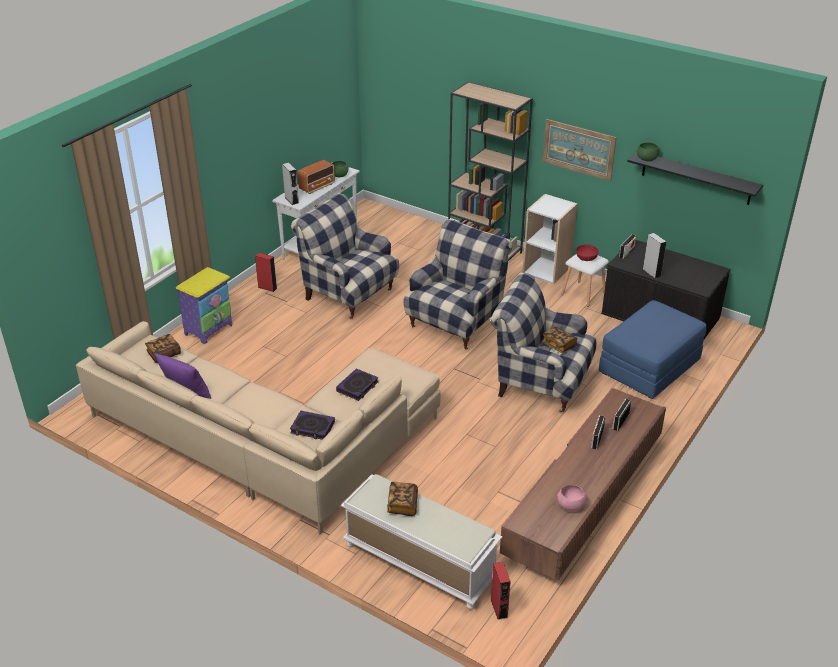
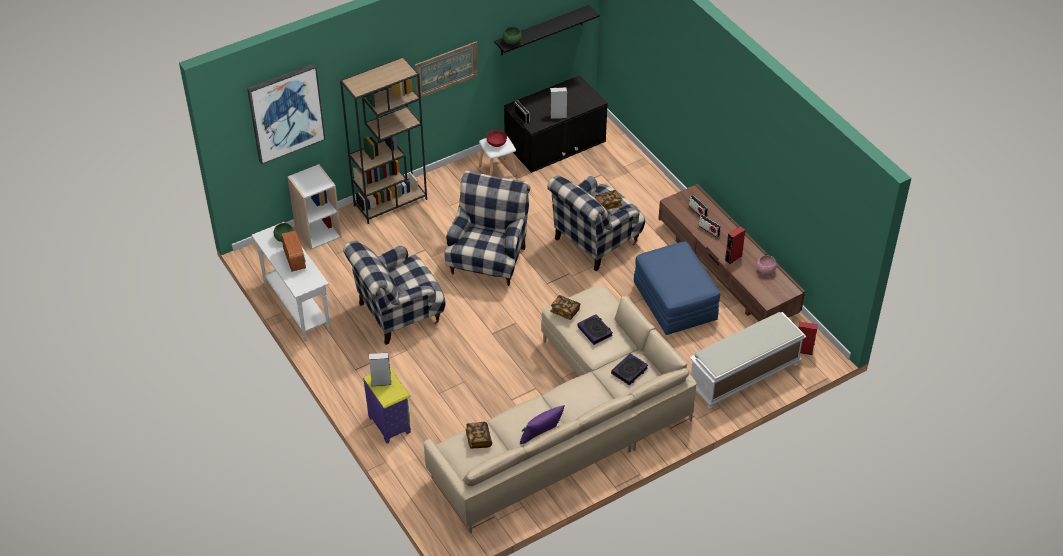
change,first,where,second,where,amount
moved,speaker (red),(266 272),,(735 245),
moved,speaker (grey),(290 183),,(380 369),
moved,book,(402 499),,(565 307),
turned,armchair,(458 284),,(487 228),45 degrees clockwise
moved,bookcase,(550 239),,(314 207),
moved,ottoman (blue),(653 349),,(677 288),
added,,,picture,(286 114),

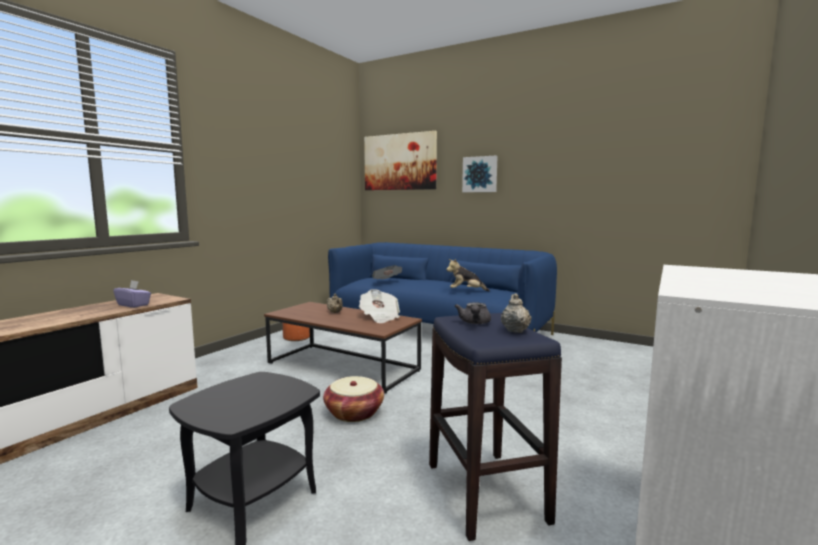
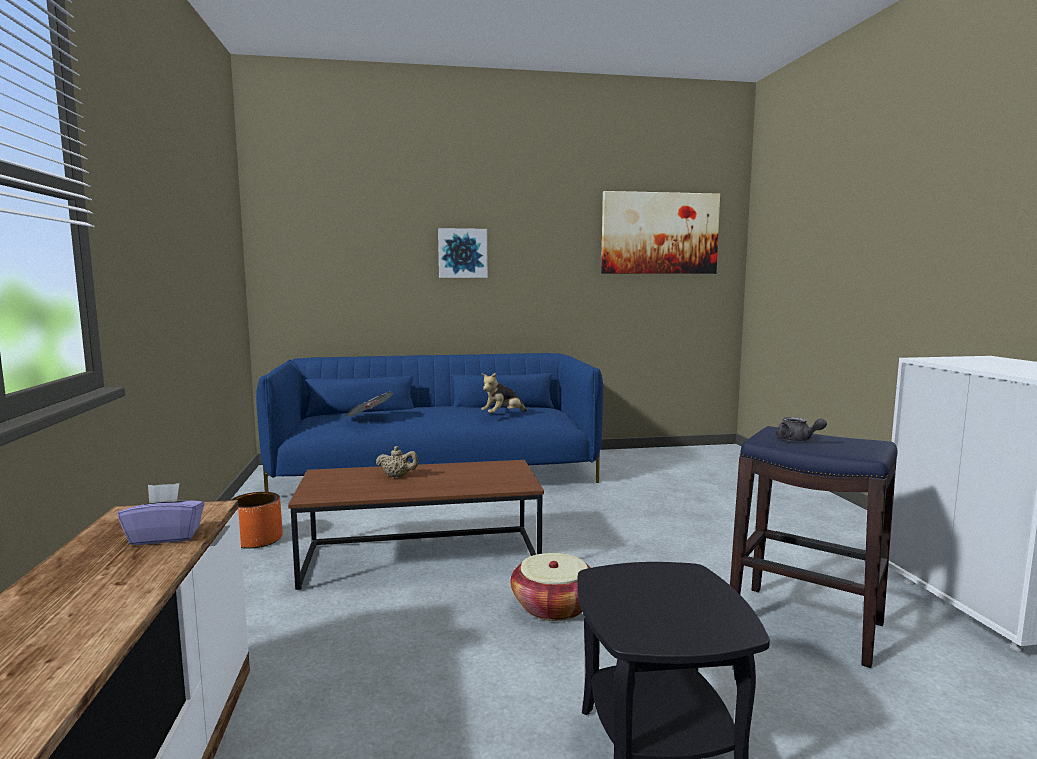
change,first,where,second,where,amount
removed,newspaper,(379 306),,,
moved,picture,(400 160),,(660 232),
removed,teapot (beige),(516 313),,,

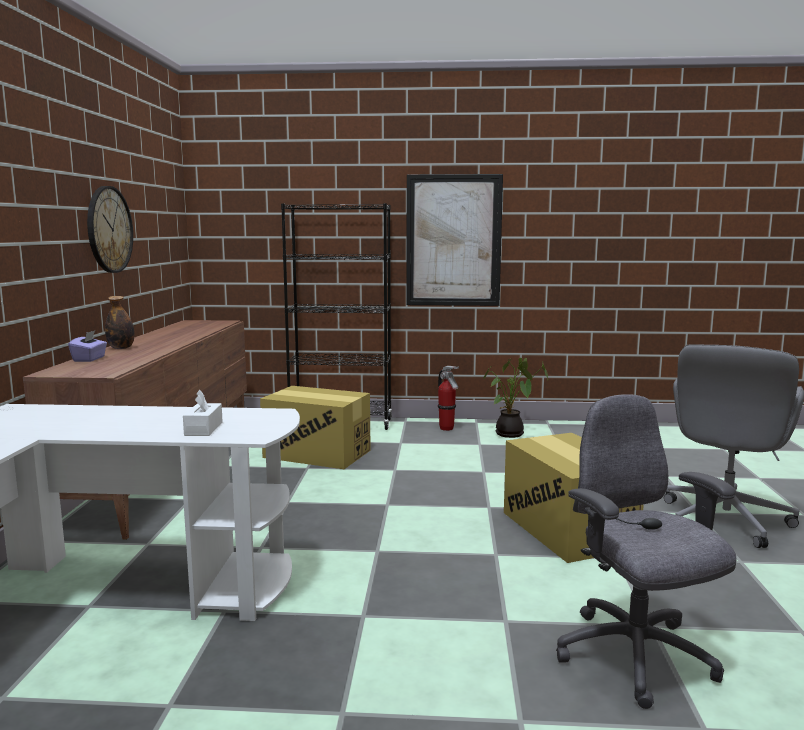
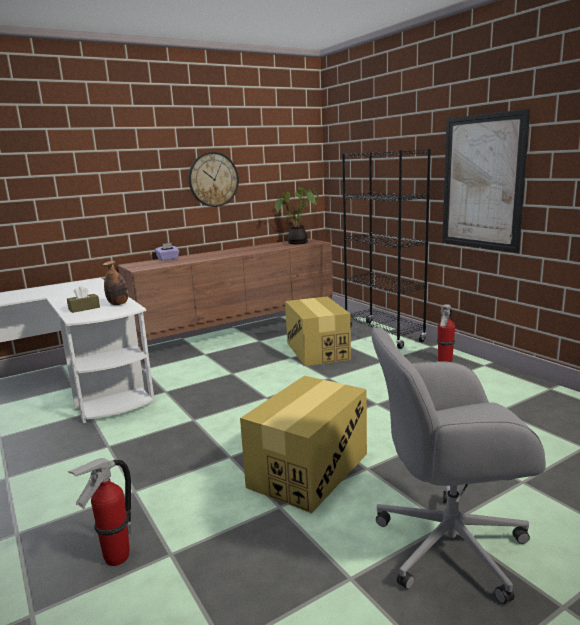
change,first,where,second,where,amount
moved,bottle,(119 322),,(115 283),
recoloured,tissue box (white),(203 413),tissue box (brown),(83 299),
moved,potted plant,(516 398),,(296 215),
replaced,office chair (grey),(646 551),fire extinguisher,(99 512),

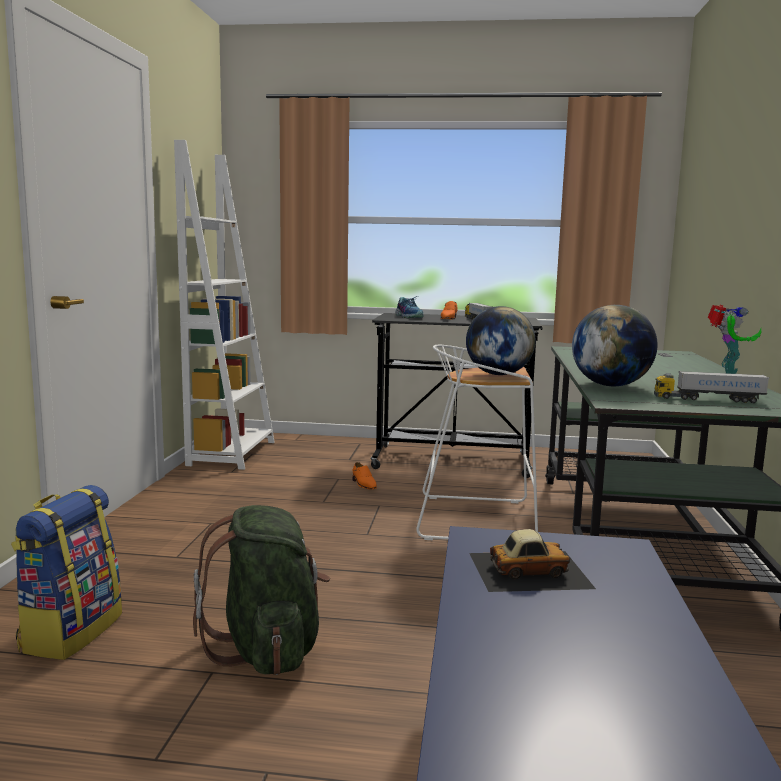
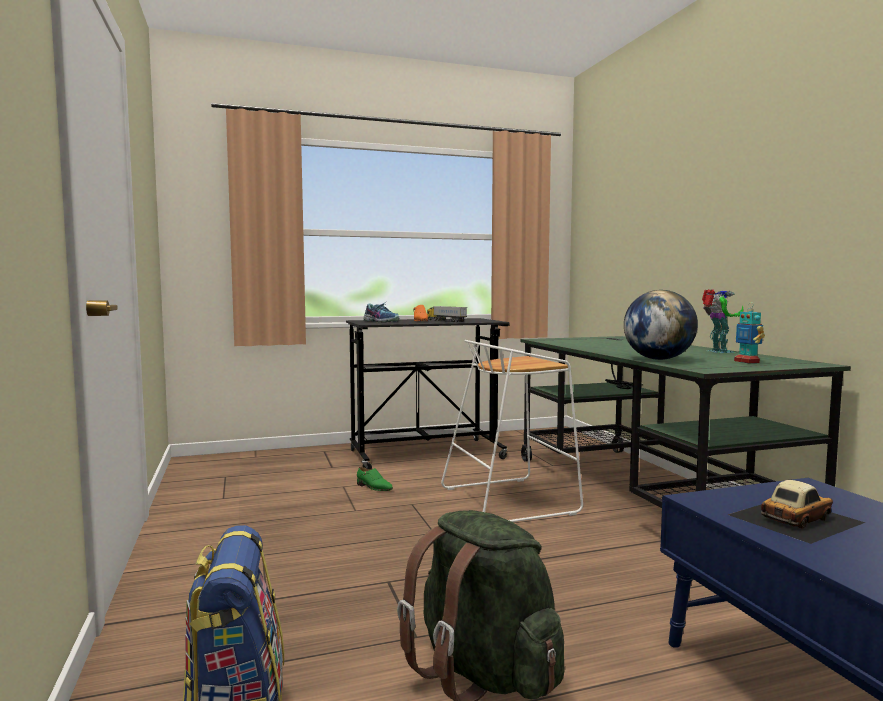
change,first,where,second,where,amount
removed,bookcase (white),(224 305),,,
recoloured,shoe (orange),(364 475),shoe (green),(375 479),
removed,globe,(500 340),,,
replaced,toy truck,(711 387),toy robot,(749 333),

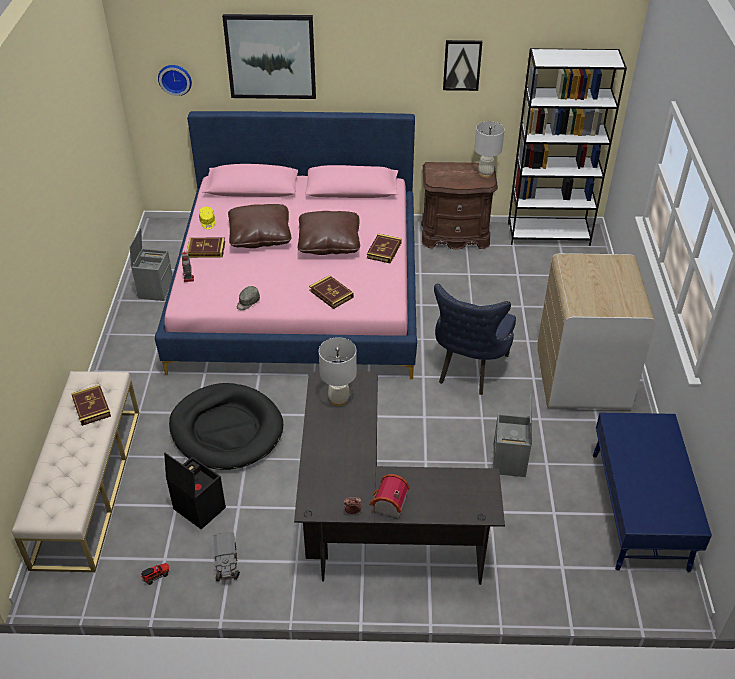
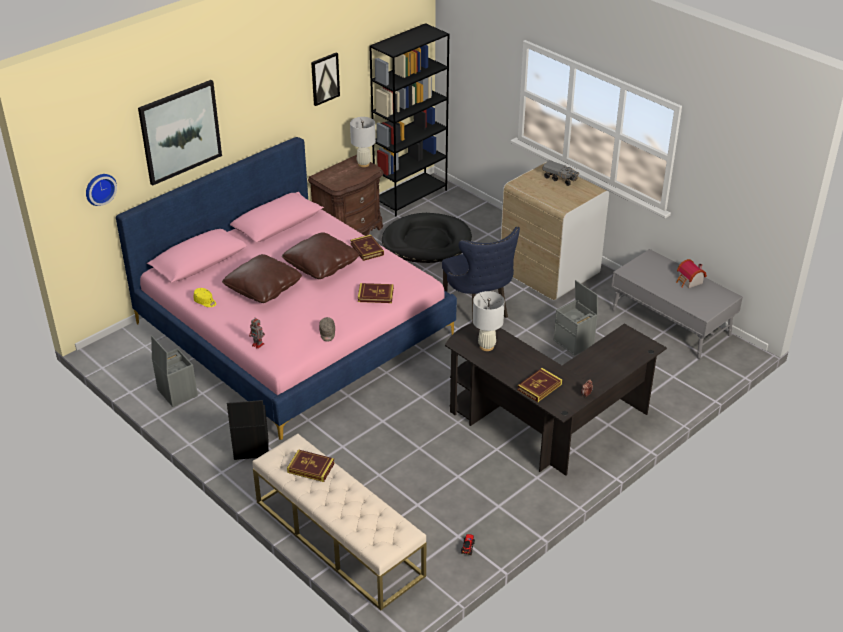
change,first,where,second,where,amount
moved,storage box (black),(195 491),,(248 430),
moved,dog bed (black),(226 426),,(427 238),
moved,book,(206 247),,(539 385),
moved,toy truck,(226 557),,(561 173),
moved,toy house,(389 496),,(691 273),
recoloured,bookcase (white),(567 147),bookcase (black),(409 119),
recoloured,coffee table (blue),(652 492),coffee table (grey),(677 304),

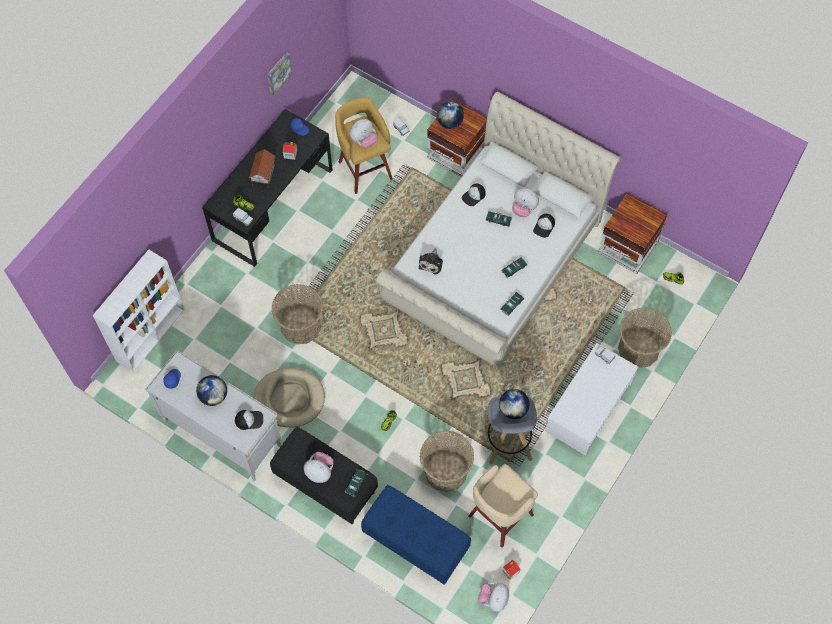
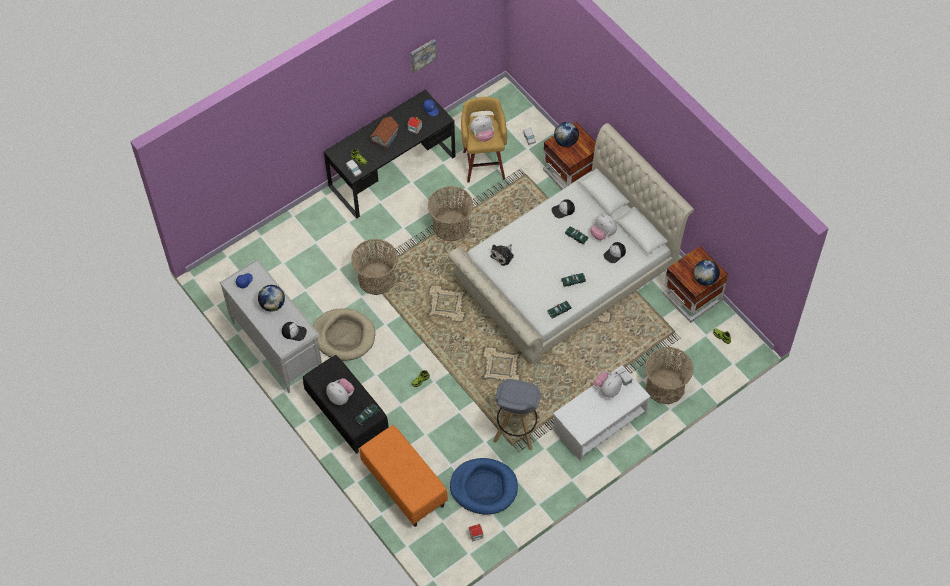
change,first,where,second,where,amount
removed,bookcase (white),(139 311),,,
recoloured,bench (blue),(416 535),bench (orange),(404 476),
moved,basket,(447 461),,(450 213),
replaced,stool (beige),(503 505),dog bed (blue),(484 486),
moved,plush toy,(493 597),,(608 384),
moved,globe,(514 404),,(706 273),

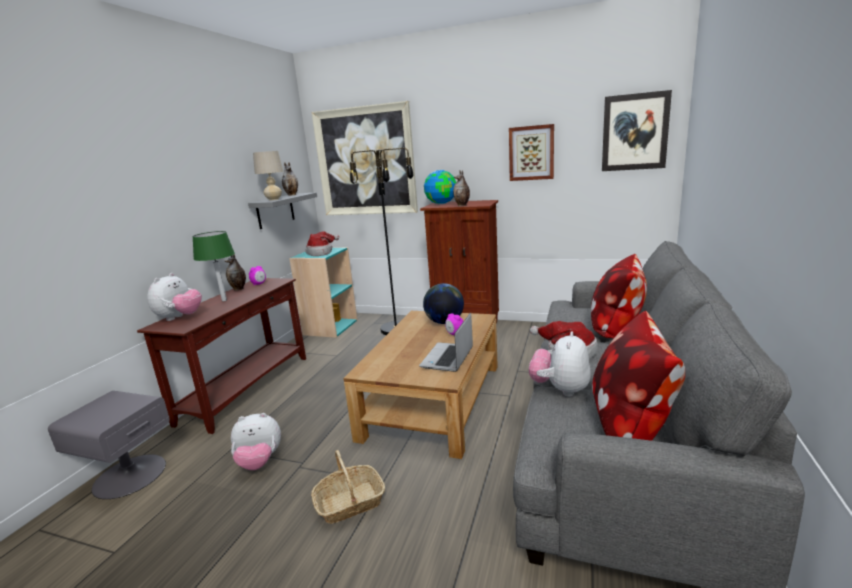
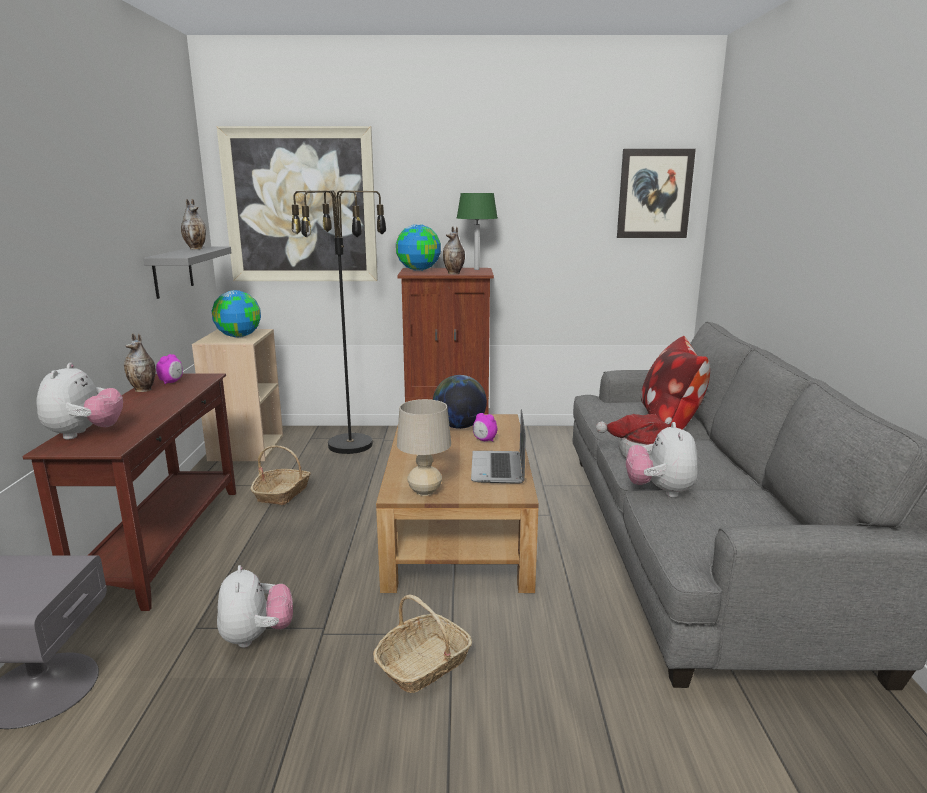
change,first,where,second,where,amount
moved,table lamp (green),(213 266),,(477 231),
turned,plush toy,(256 441),,(255 606),75 degrees counterclockwise
moved,table lamp (beige),(268 175),,(424 447),
recoloured,bookcase (turquoise),(323 292),bookcase (beige),(237 395),
replaced,hat,(322 243),globe,(236 314),
removed,picture,(531 152),,,
removed,pillow,(638 376),,,
added,,,basket,(281 475),

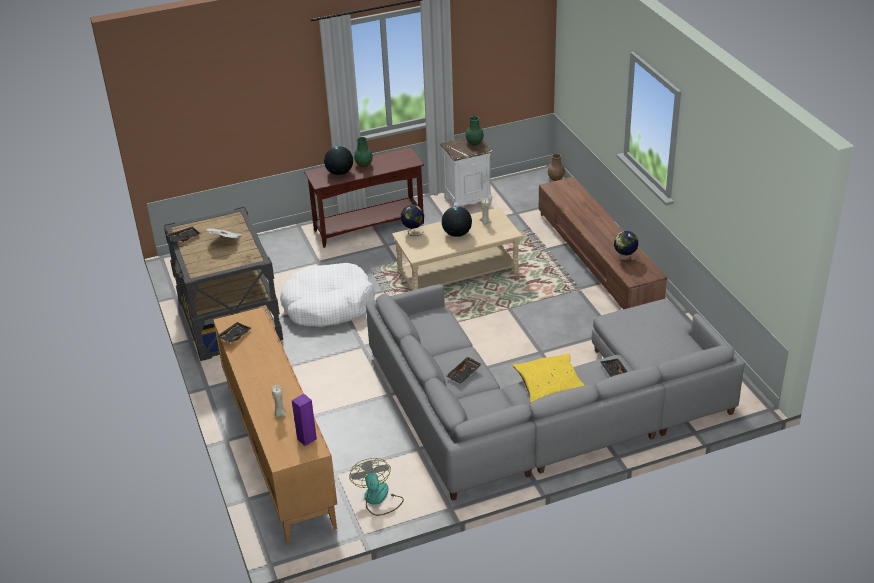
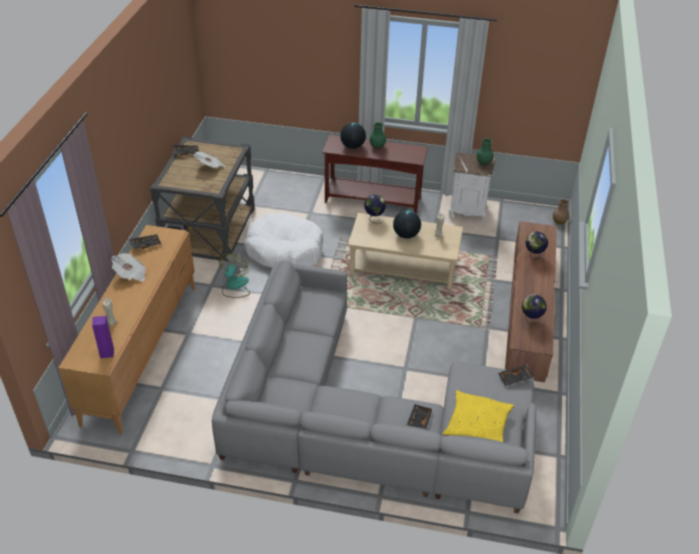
change,first,where,second,where,amount
moved,fan,(376 487),,(234 275),
moved,tray (black),(464 370),,(516 375),
moved,pillow (yellow),(548 378),,(478 416),
added,,,newspaper,(128 267),
added,,,globe,(536 245),

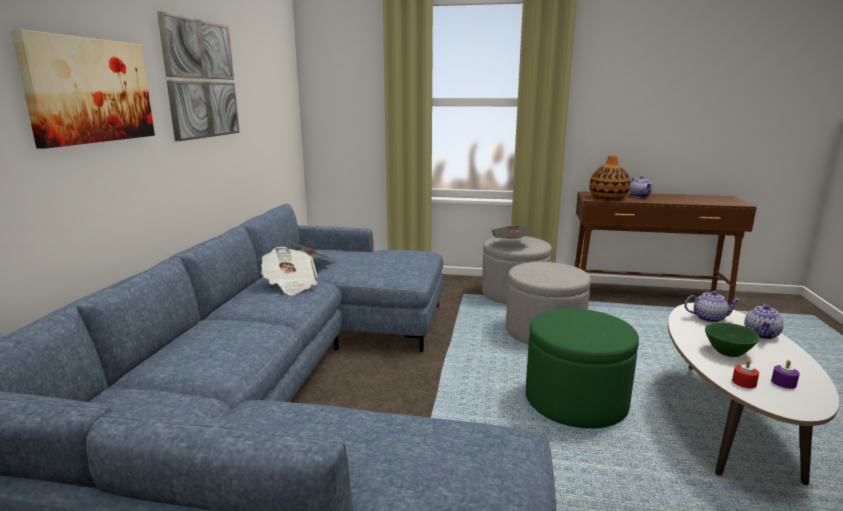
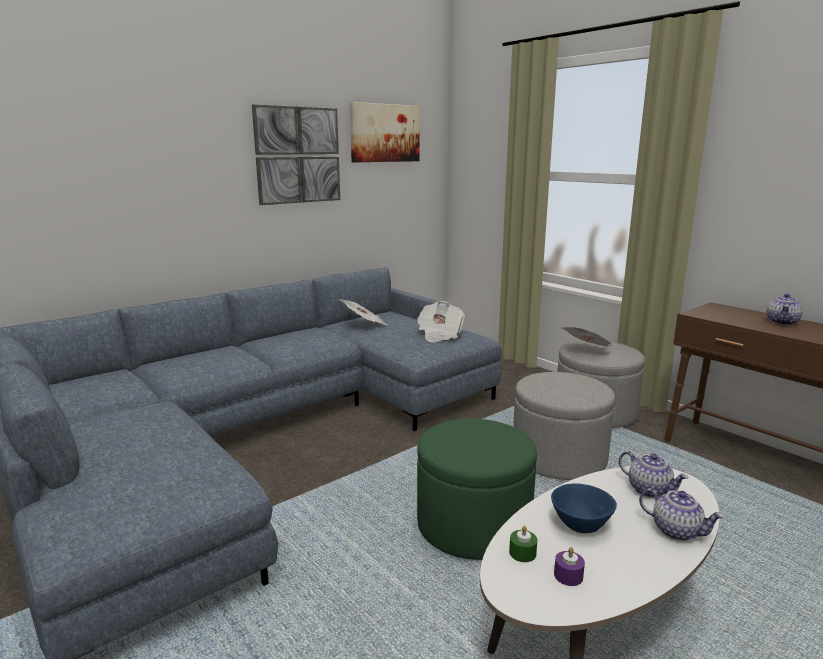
change,first,where,second,where,amount
moved,picture,(83 89),,(385 132),
moved,newspaper,(289 271),,(441 321),
removed,vase,(610 177),,,
recoloured,bowl (green),(732 340),bowl (blue),(584 508),
recoloured,candle (red),(745 374),candle (green),(523 543),
turned,teapot,(764 321),,(681 514),120 degrees counterclockwise

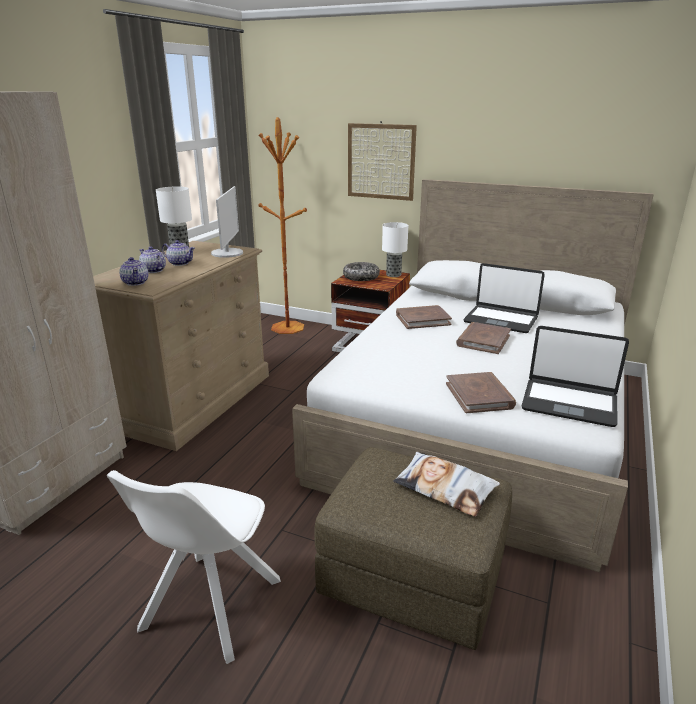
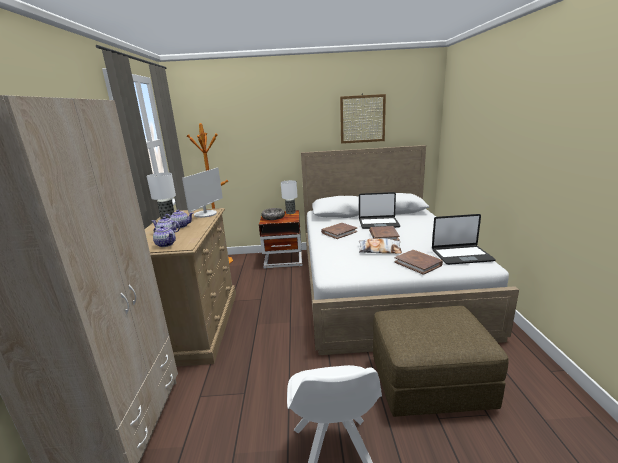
change,first,where,second,where,amount
turned,monitor,(227 222),,(202 192),45 degrees clockwise
moved,picture,(382 161),,(363 119),
moved,pillow,(446 484),,(380 246),

